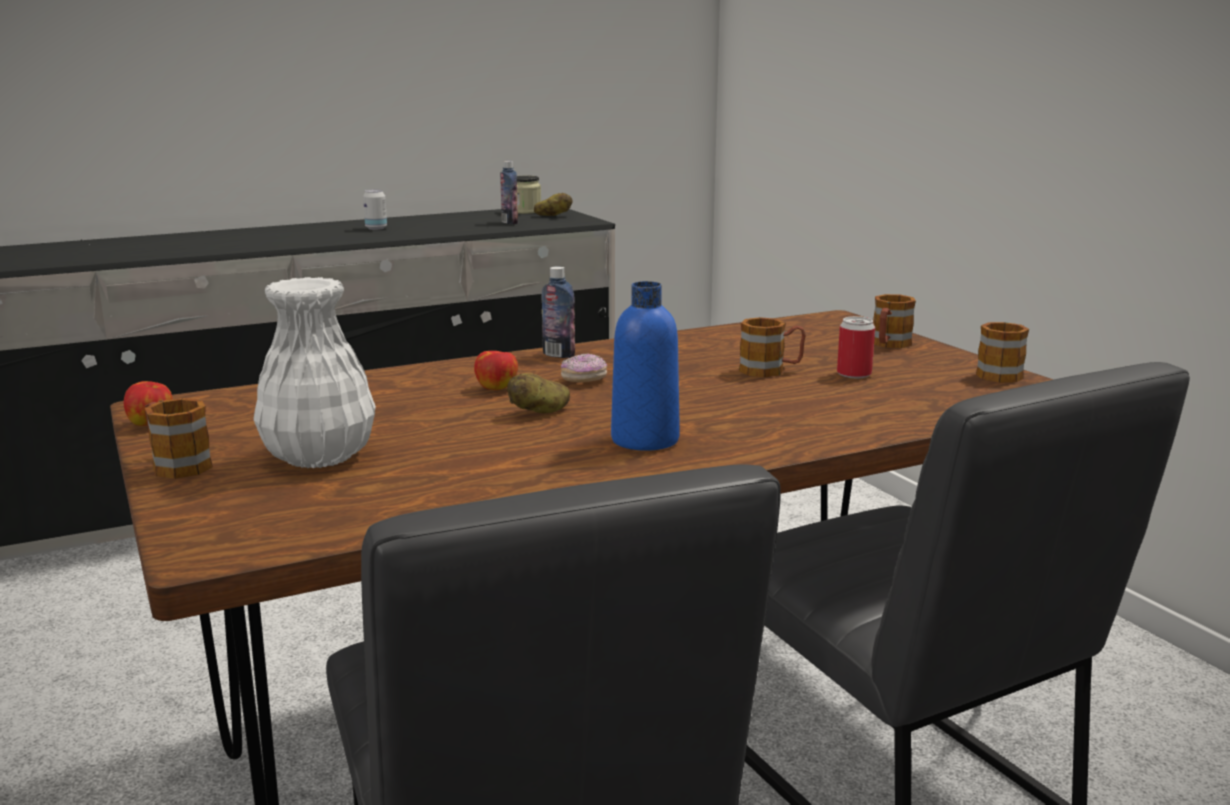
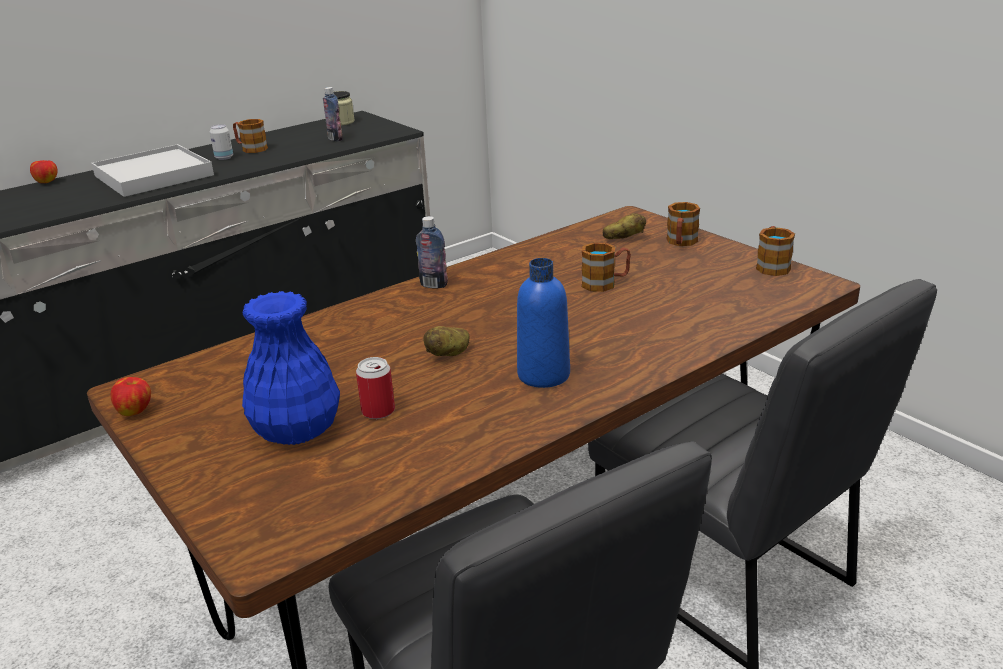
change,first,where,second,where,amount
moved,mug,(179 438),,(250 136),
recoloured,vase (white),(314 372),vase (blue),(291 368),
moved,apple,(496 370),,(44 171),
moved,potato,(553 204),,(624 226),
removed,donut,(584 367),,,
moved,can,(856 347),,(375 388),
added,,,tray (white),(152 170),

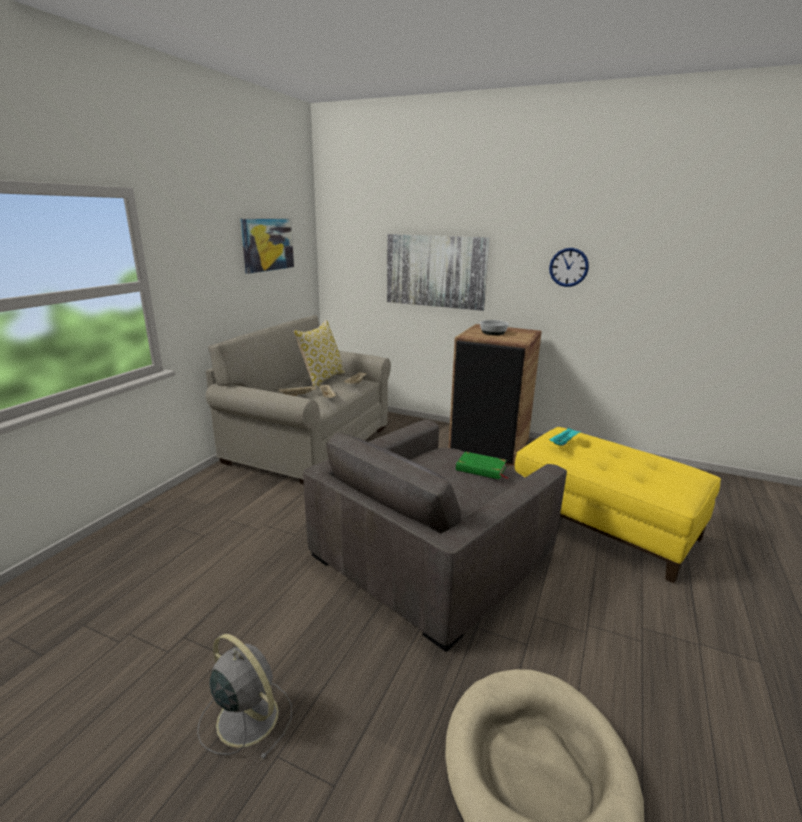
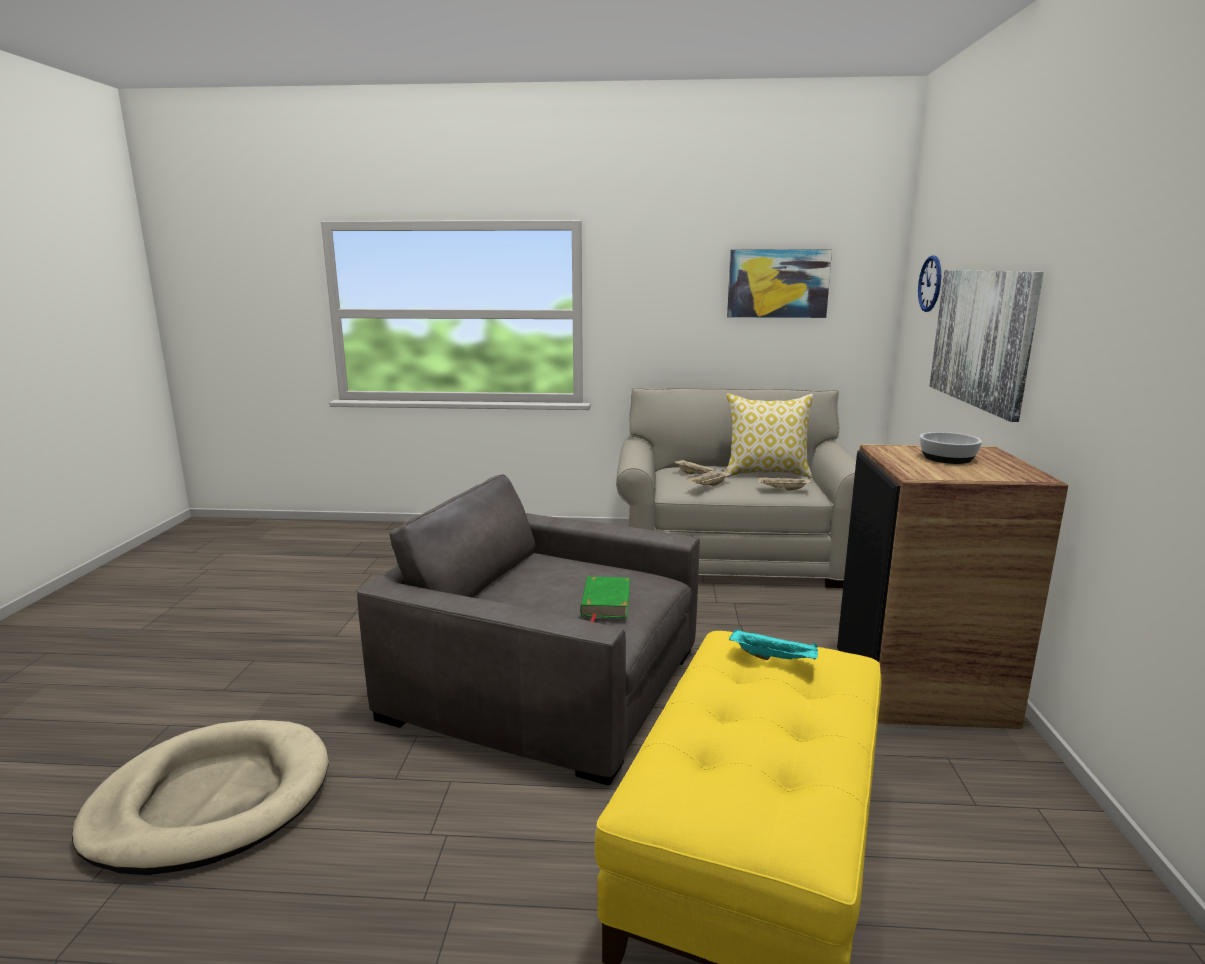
change,first,where,second,where,amount
removed,fan (grey),(244 697),,,
moved,wall clock,(569 267),,(929 283),

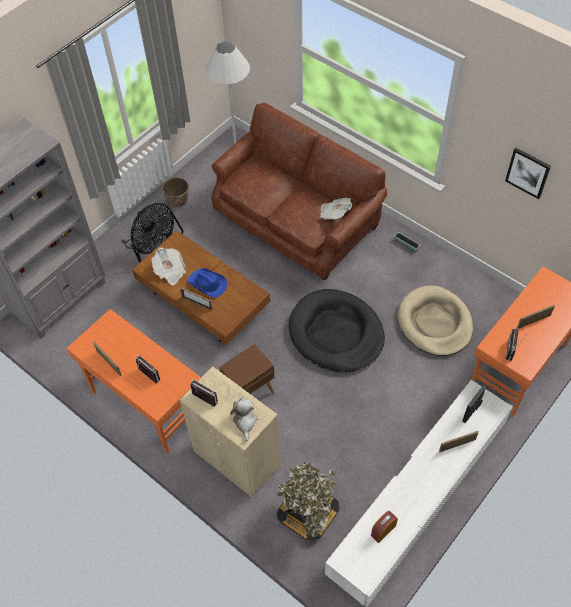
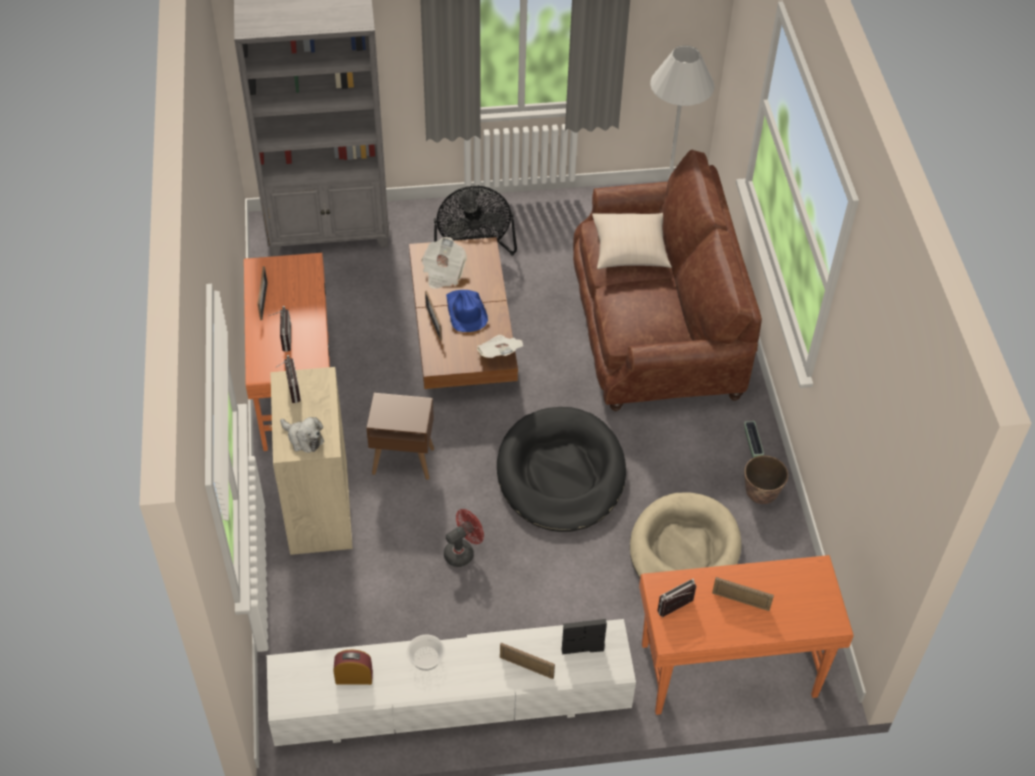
change,first,where,second,where,amount
moved,planter,(175 192),,(766 479),
turned,plush toy,(244 419),,(302 435),90 degrees clockwise
removed,potted plant,(307 501),,,
moved,newspaper,(336 208),,(500 346),
removed,picture,(528 173),,,
added,,,bowl,(426 653),
added,,,fan (red),(464 538),
added,,,pillow (beige),(632 241),

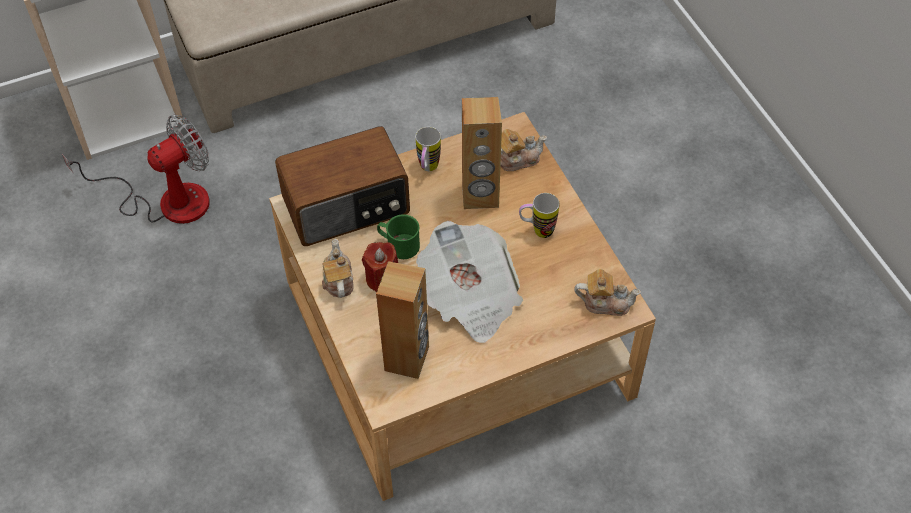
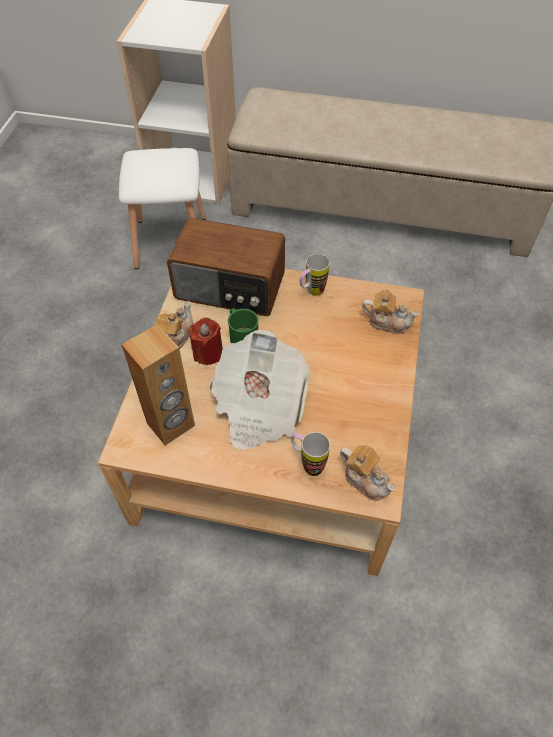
change,first,where,second,where,amount
replaced,fan,(136 169),stool (white),(162 208),
removed,speaker (brown),(482 153),,,
moved,mug,(539 215),,(310 454),

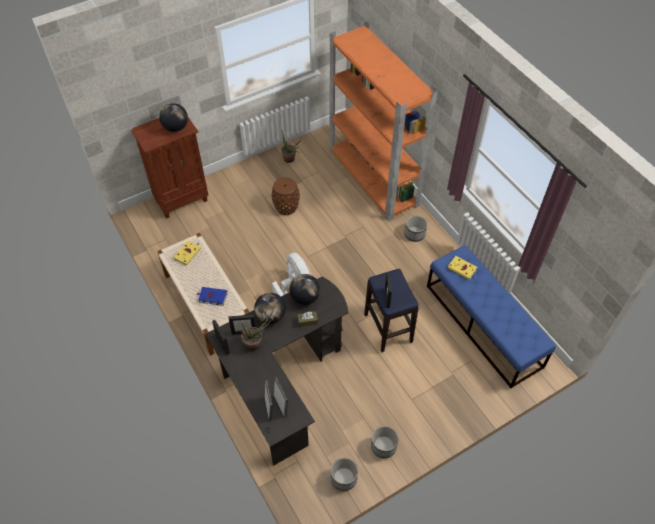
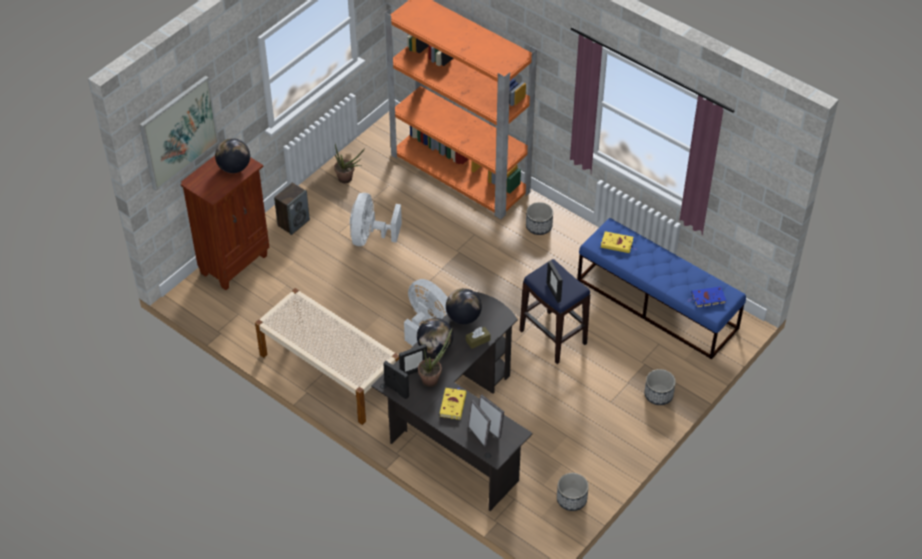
change,first,where,second,where,amount
moved,book (yellow),(187 253),,(453 403),
moved,book (blue),(211 296),,(707 297),
replaced,stool (brown),(286 196),fan (white),(376 219),
moved,planter,(384 442),,(660 387),
added,,,picture,(179 133),
added,,,speaker,(292 209),

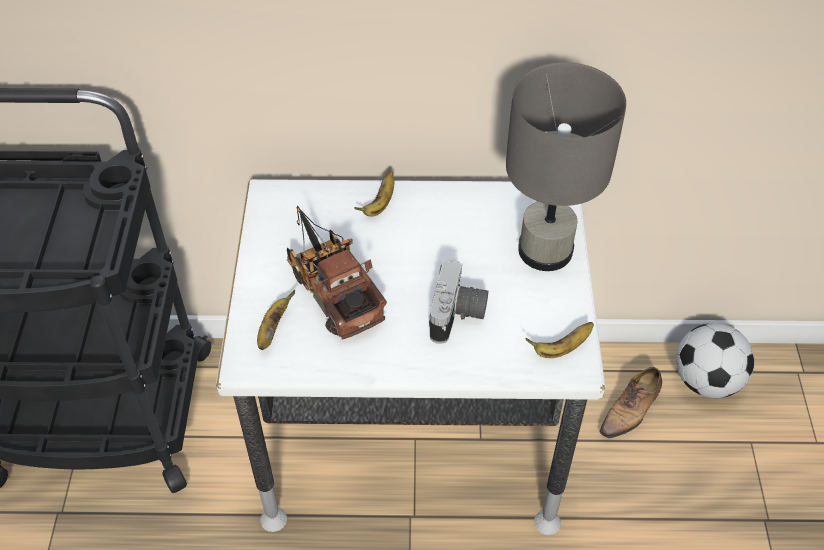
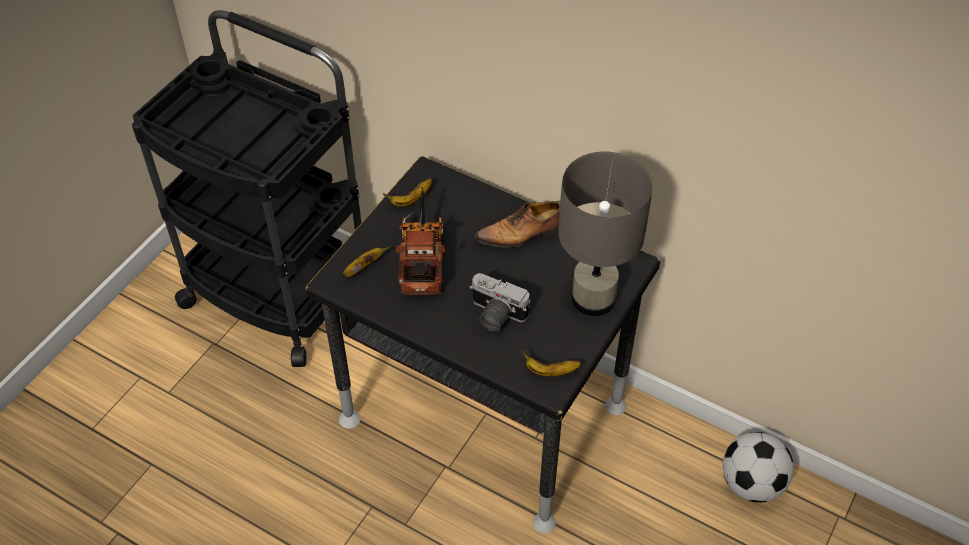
change,first,where,second,where,amount
recoloured,desk (white),(410 357),desk (black),(483 344),
moved,banana,(374 193),,(407 192),
turned,photo camera,(458 301),,(499 302),75 degrees clockwise
moved,shoe,(631 402),,(517 224),

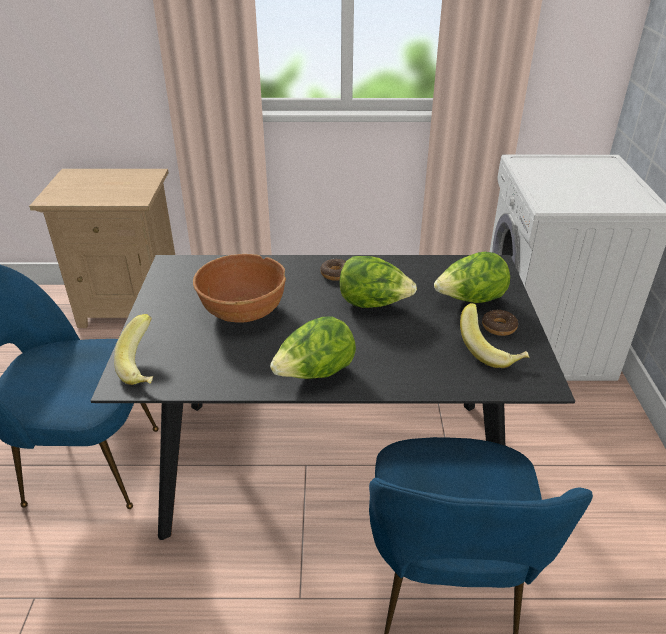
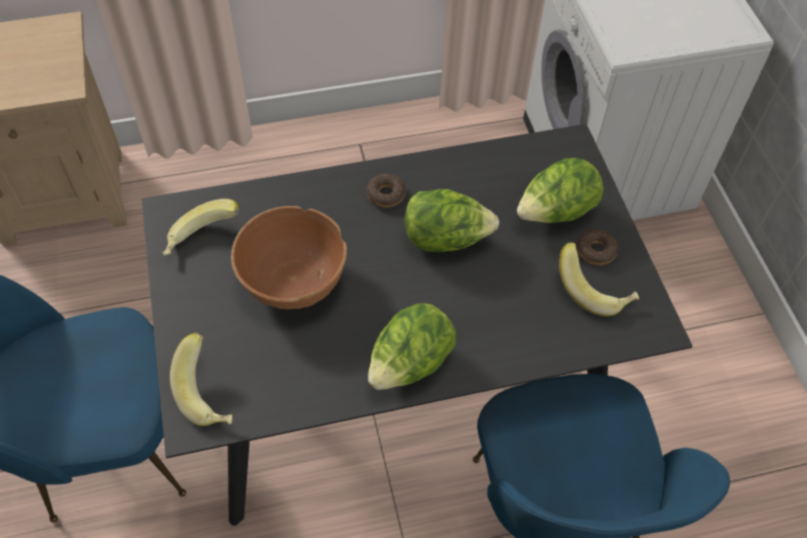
change,first,where,second,where,amount
added,,,banana,(201 227),

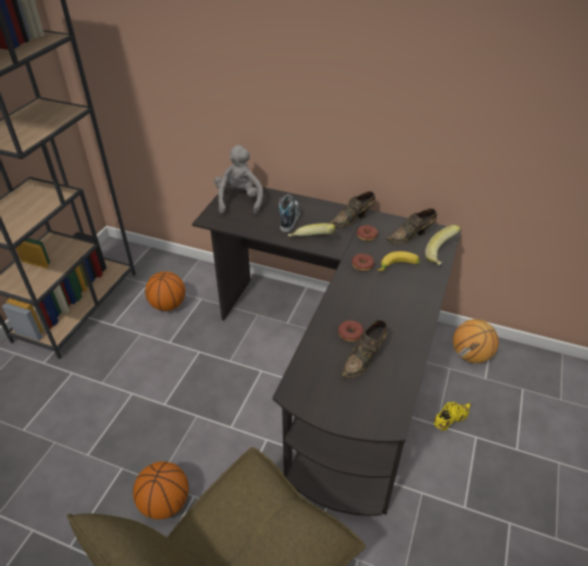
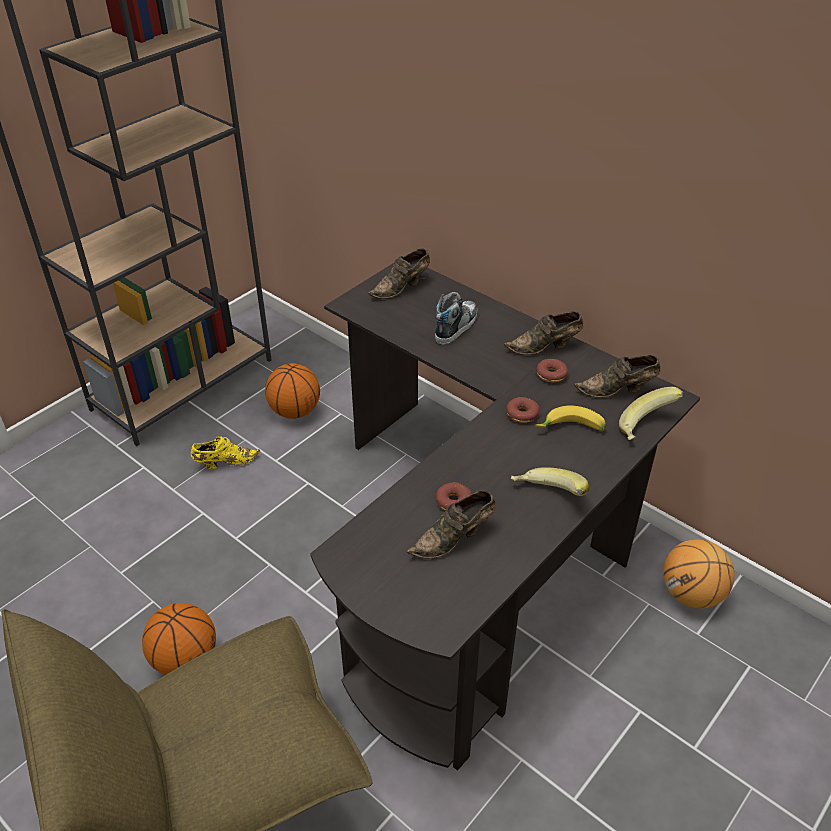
change,first,where,second,where,amount
replaced,plush toy (grey),(238 180),shoe (brown),(399 273),
moved,banana,(312 230),,(550 481),
moved,shoe (yellow),(452 416),,(225 453),

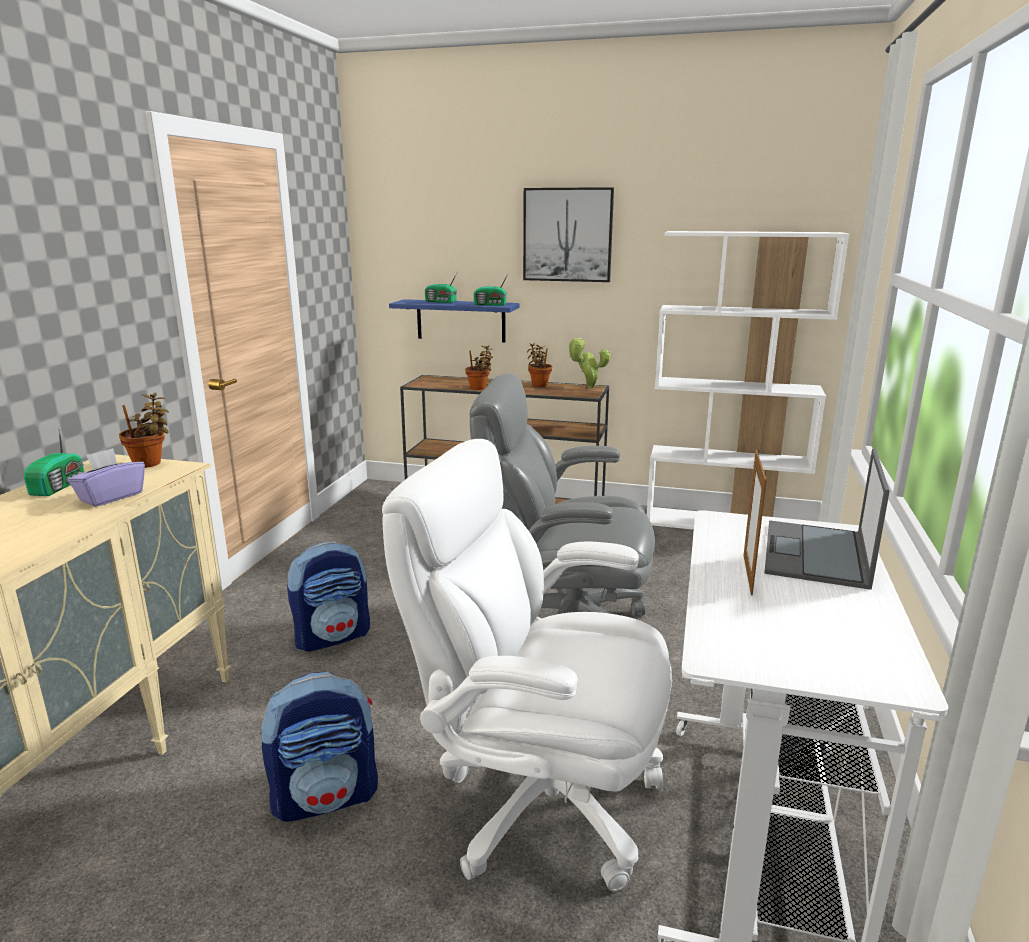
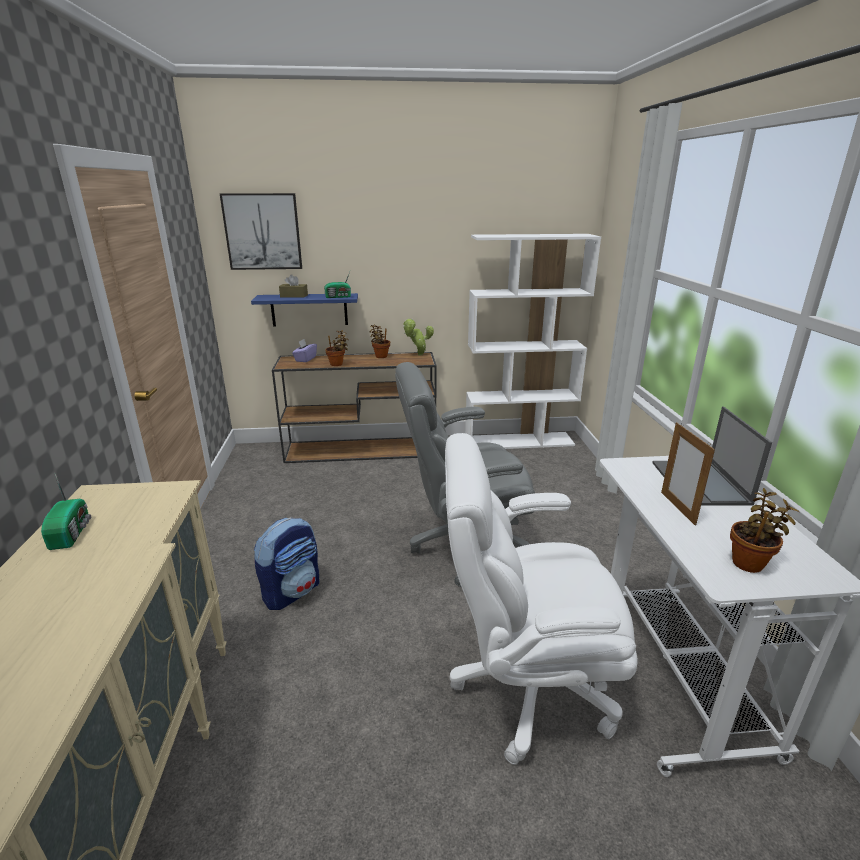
change,first,where,second,where,amount
moved,tissue box (purple),(106 477),,(304 350),
moved,potted plant,(144 430),,(765 530),
removed,backpack,(319 747),,,
replaced,radio,(441 287),tissue box (brown),(293 286),
moved,picture,(568 234),,(261 231),

